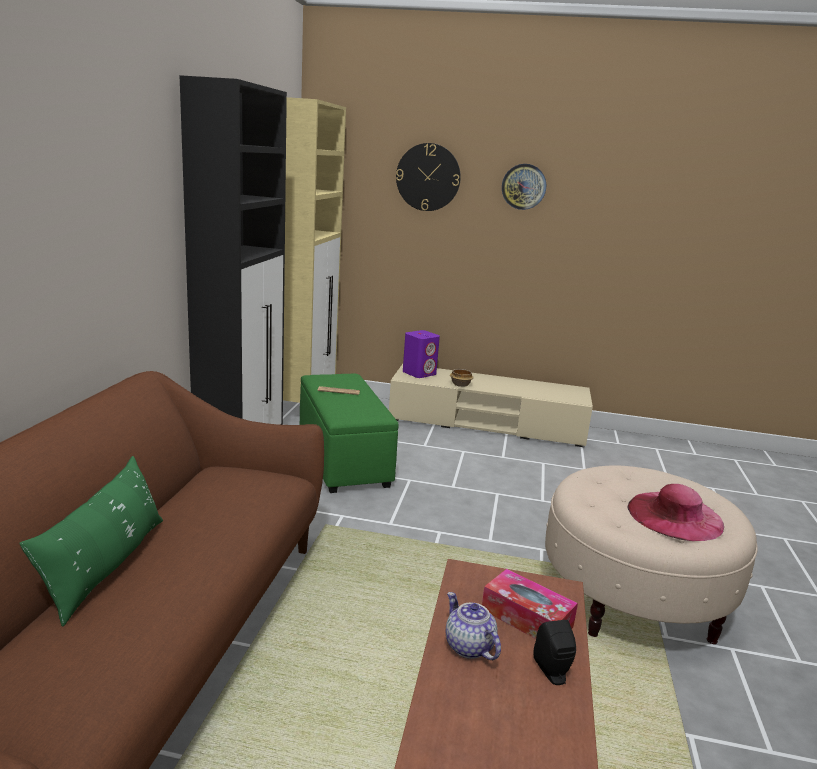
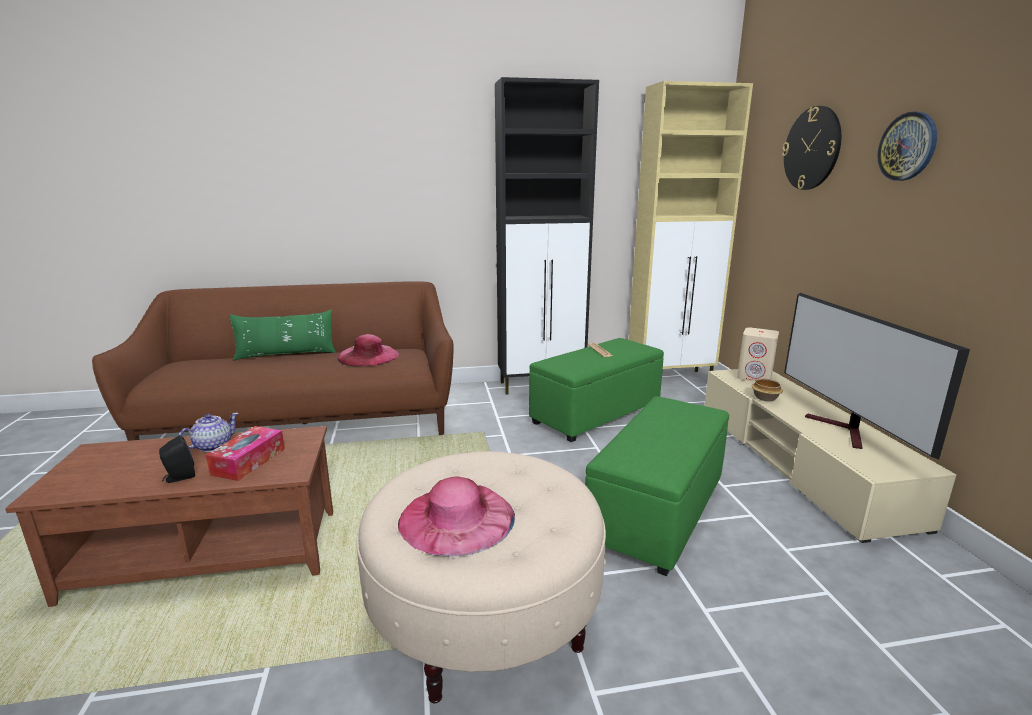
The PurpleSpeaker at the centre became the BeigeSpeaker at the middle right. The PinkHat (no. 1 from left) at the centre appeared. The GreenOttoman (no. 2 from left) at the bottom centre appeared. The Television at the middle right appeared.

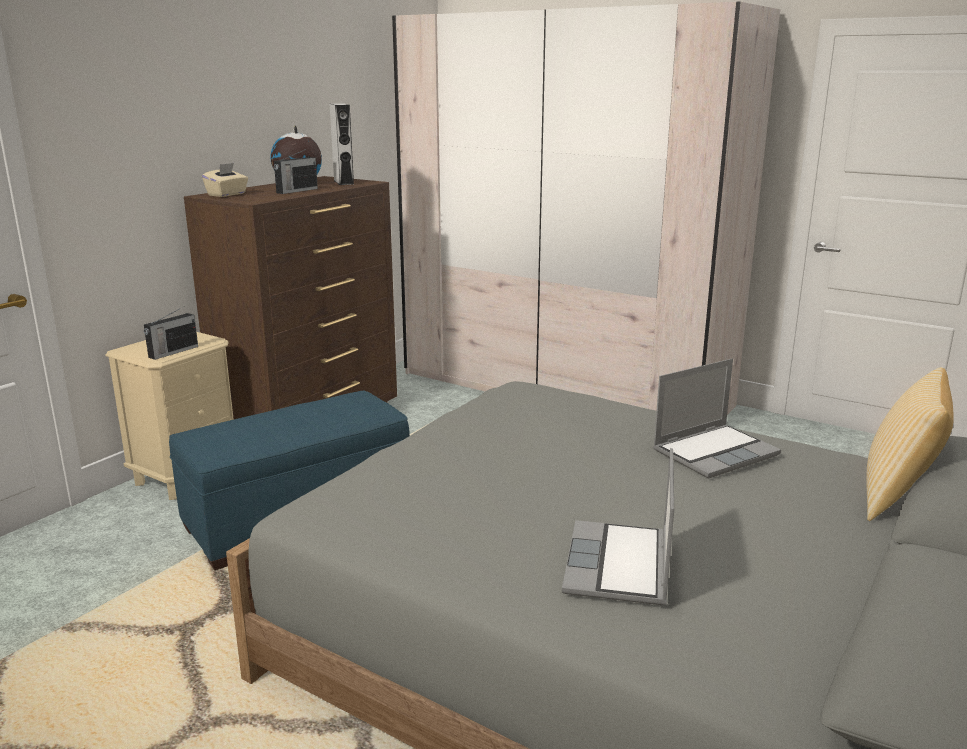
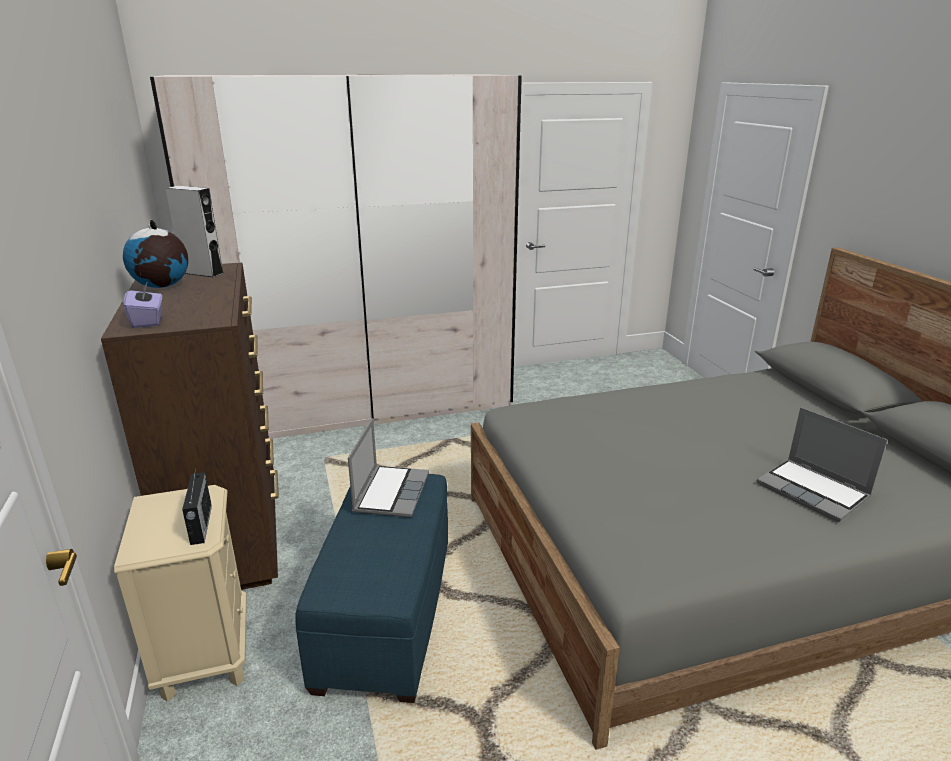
The BeigeTissueBox at the top left became the PurpleTissueBox at the middle left. The Radio (no. 2 from left) at the top left disappeared. The Laptop (no. 2 from left in the first image) moved from the middle right to the centre. The Pillow at the middle right disappeared.

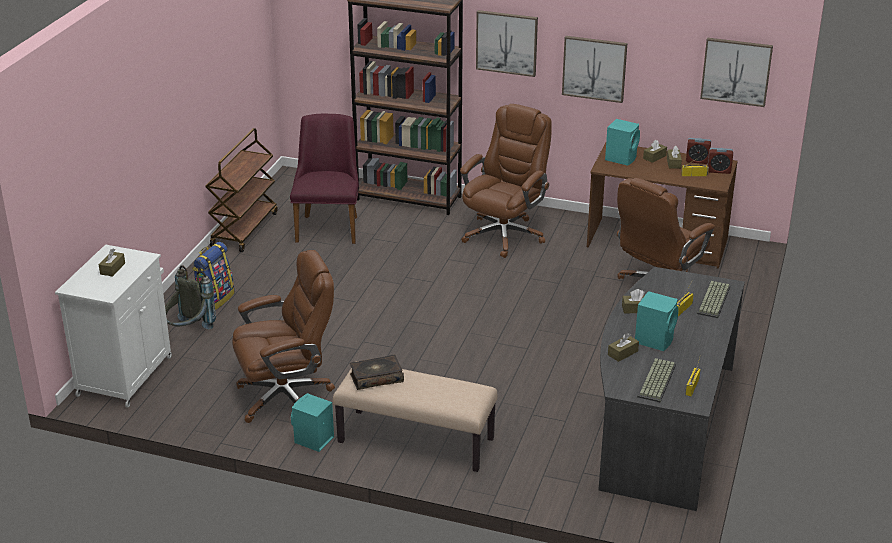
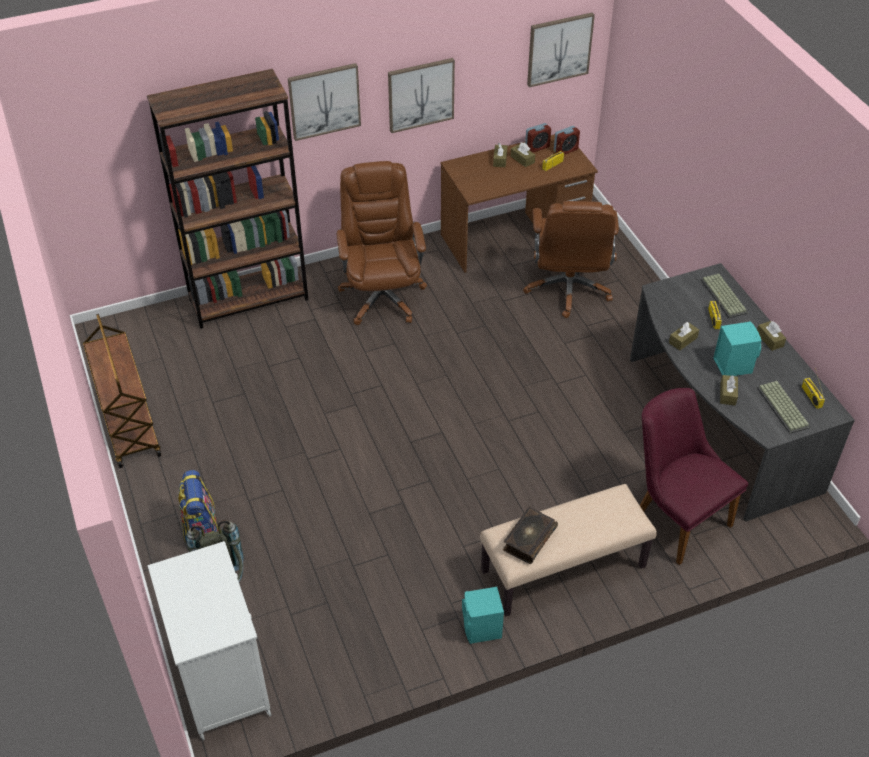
The BrownTissueBox (no. 1 from left in the first image) moved from the middle left to the middle right. The BrownOfficeChair (no. 1 from left) at the middle left disappeared. The PurpleChair moved from the top centre to the middle right. The TurquoiseSpeaker (no. 2 from left) at the top right disappeared.

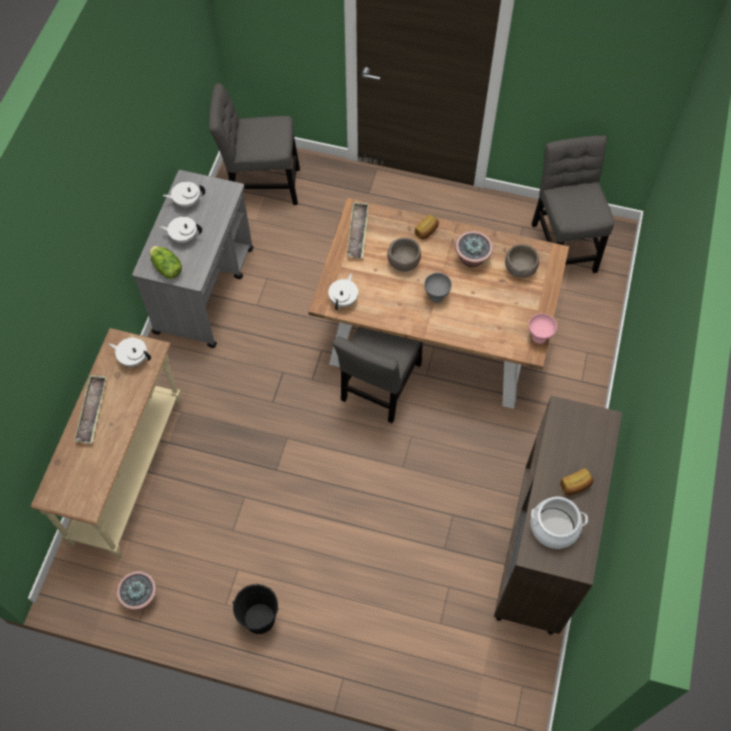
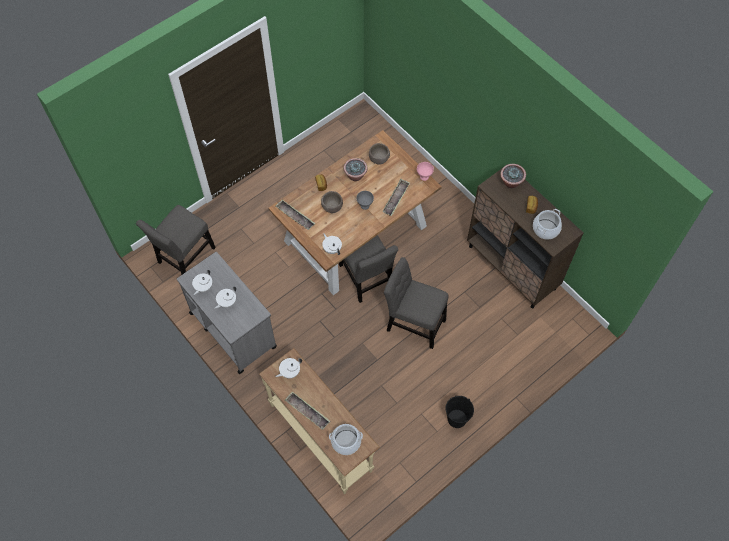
The PottedPlant (no. 1 from left in the first image) moved from the bottom left to the top right. The Lettuce at the middle left disappeared. The GreyChair (no. 3 from left) moved from the top right to the centre. The CookingPot (no. 1 from left) at the bottom centre appeared. The Tray (no. 3 from left) at the centre appeared.

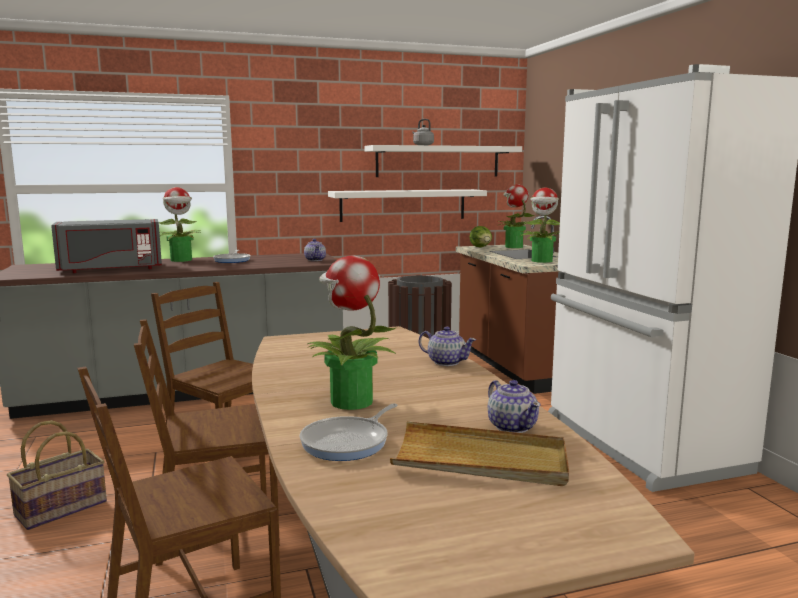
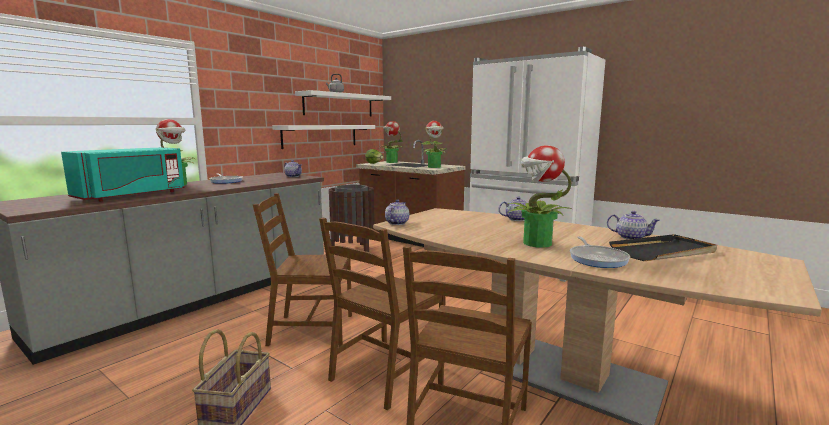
The GreyMicrowave at the middle left became the TurquoiseMicrowave at the middle left. The BeigeTray at the bottom centre became the BlackTray at the middle right. The Teapot (no. 2 from left) at the centre appeared.

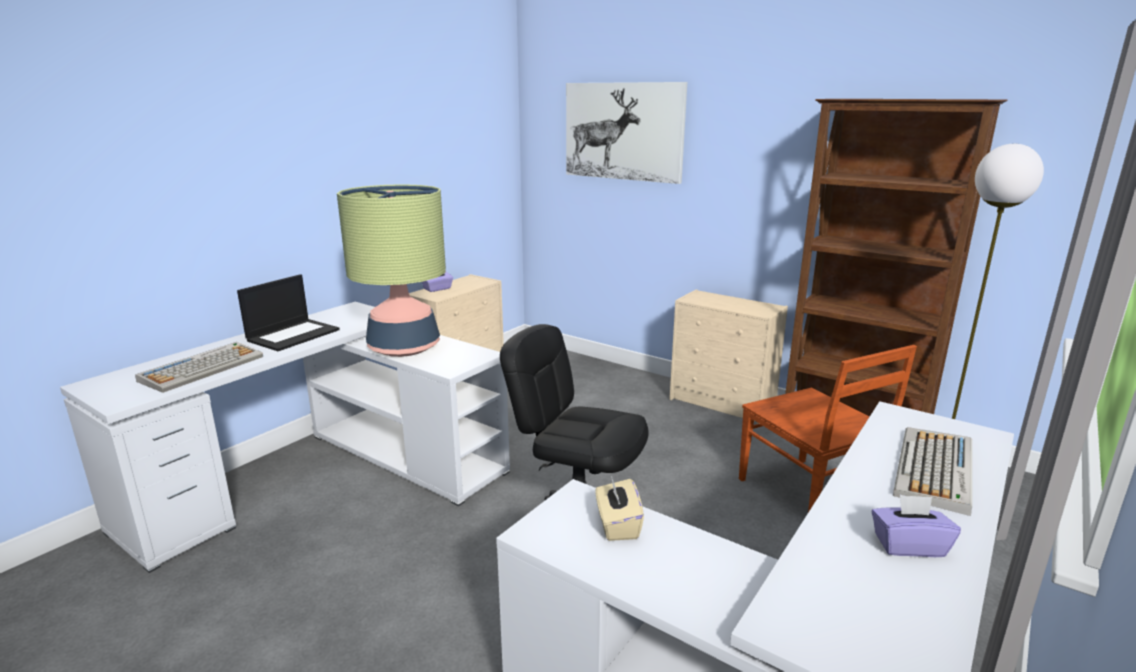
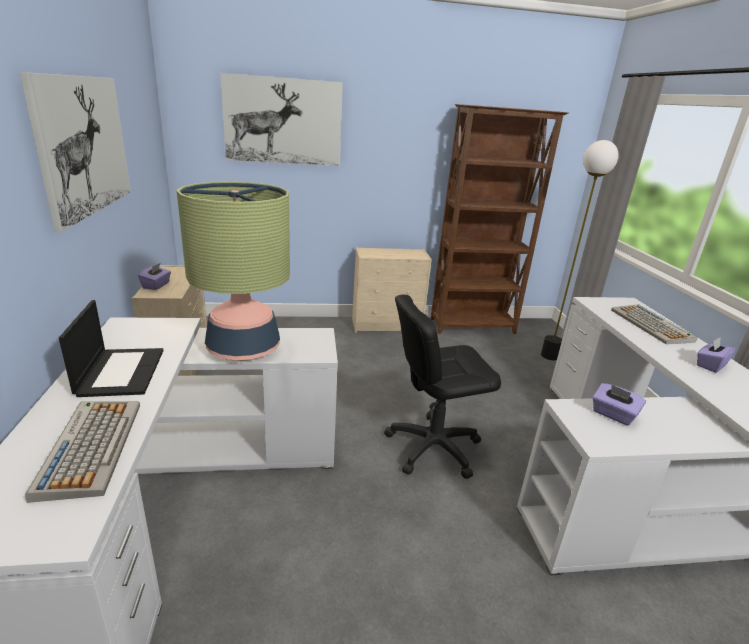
The BeigeTissueBox at the bottom centre became the PurpleTissueBox (no. 2 from left) at the middle right. The BrownChair at the middle right disappeared. The Picture (no. 1 from left) at the top left appeared.

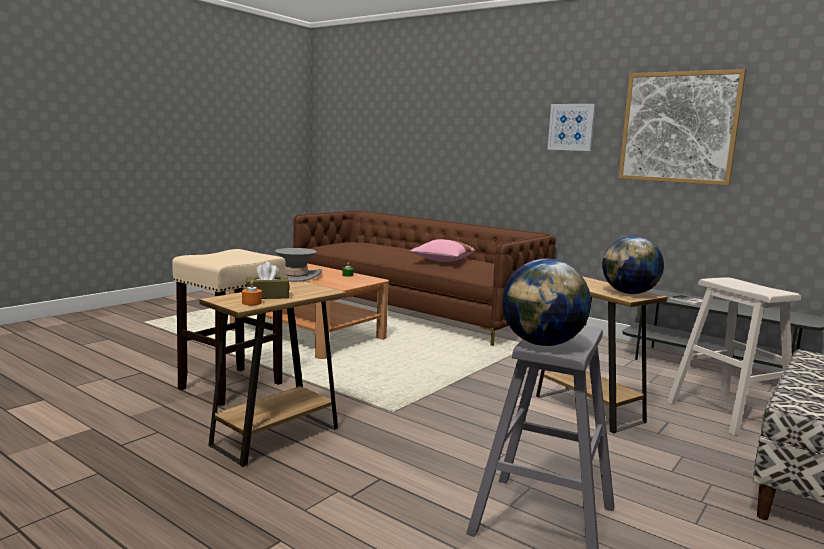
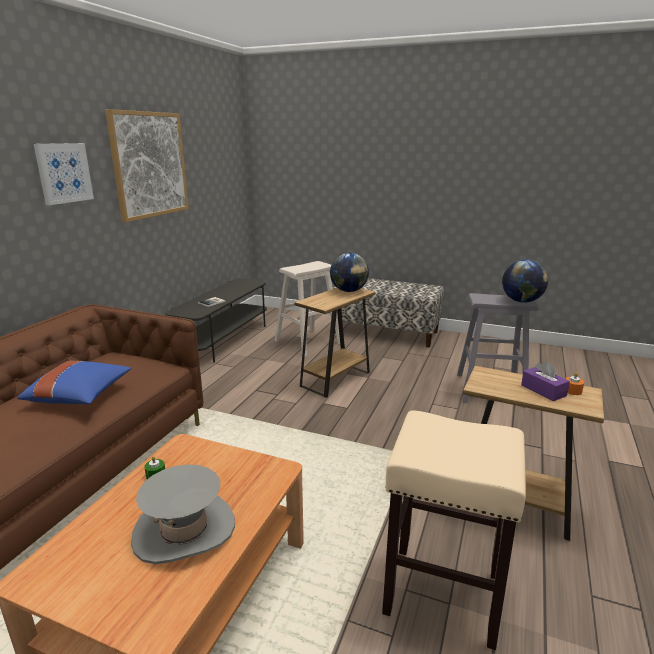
The BrownTissueBox at the middle left became the PurpleTissueBox at the middle right. The PinkPillow at the centre became the BluePillow at the middle left.

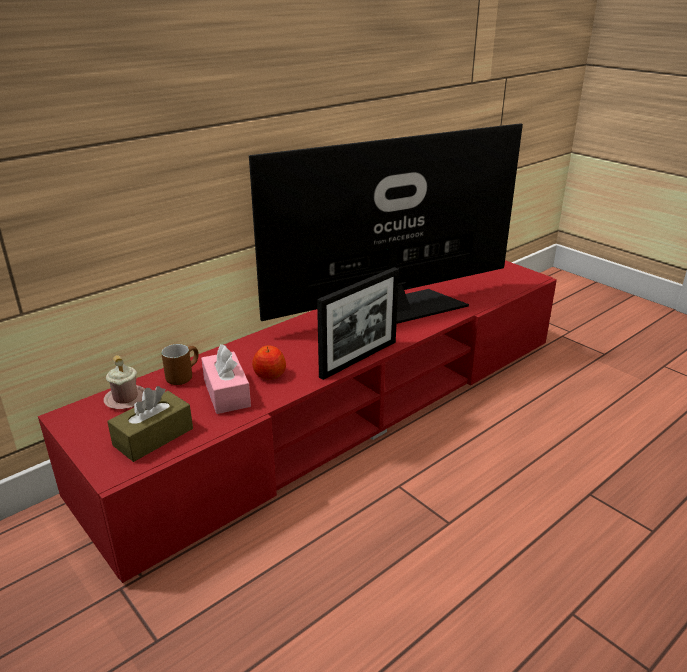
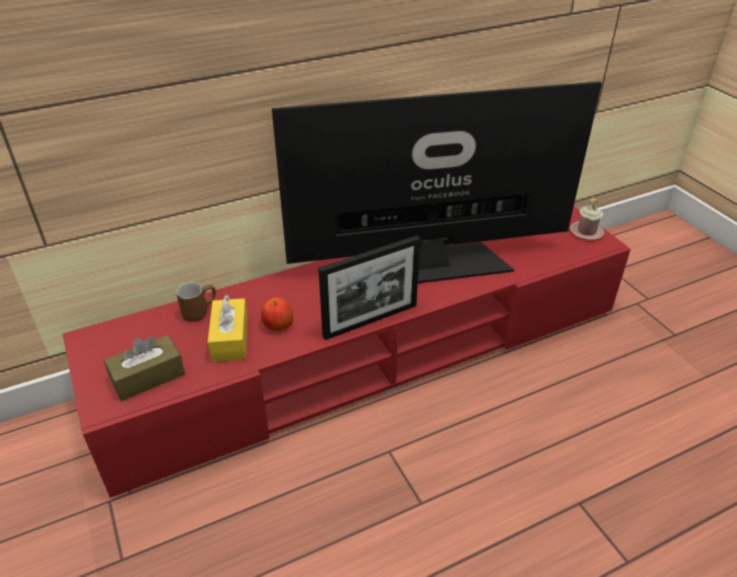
The PinkMug moved from the middle left to the middle right. The PinkTissueBox at the middle left became the YellowTissueBox at the middle left.

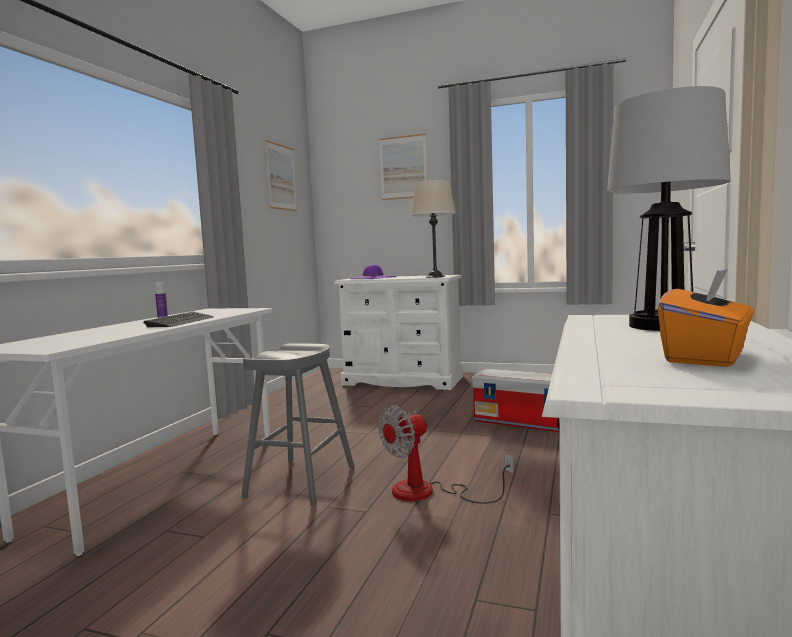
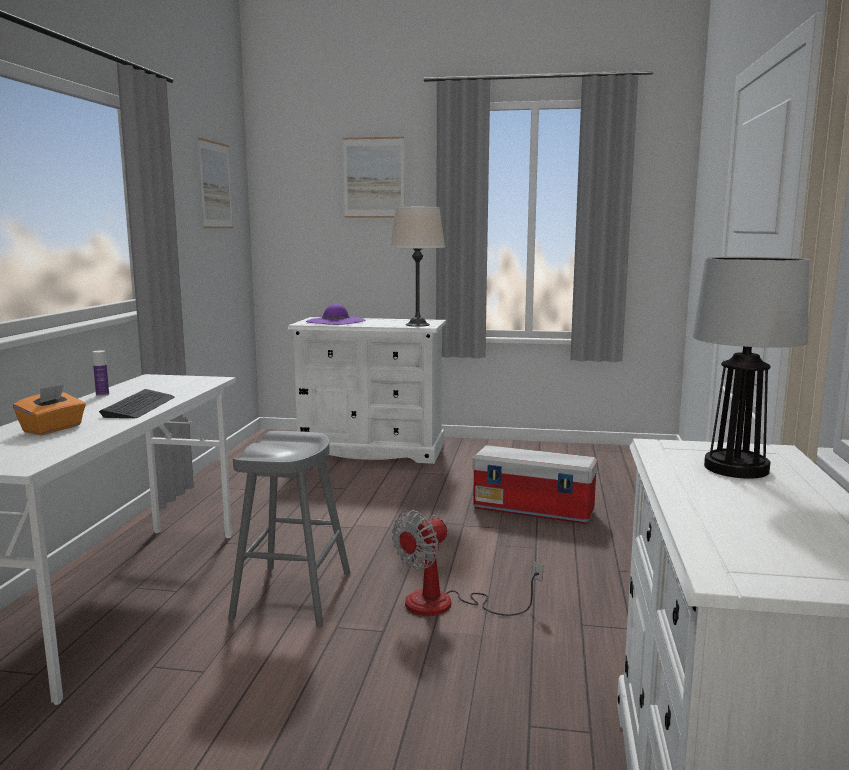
The OrangeTissueBox moved from the middle right to the middle left.

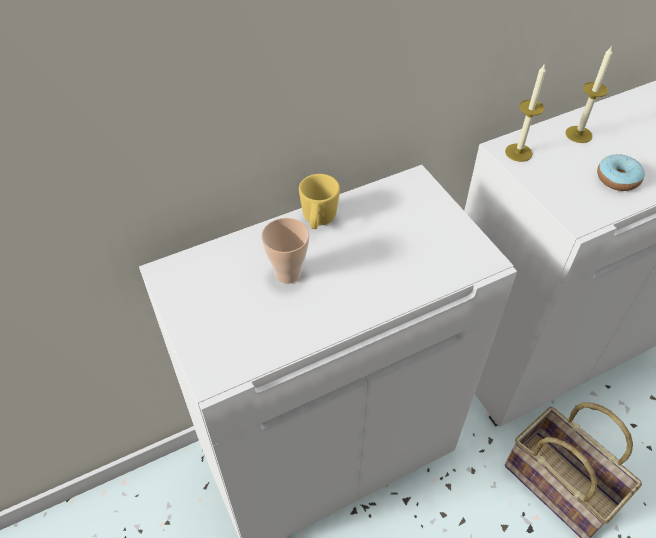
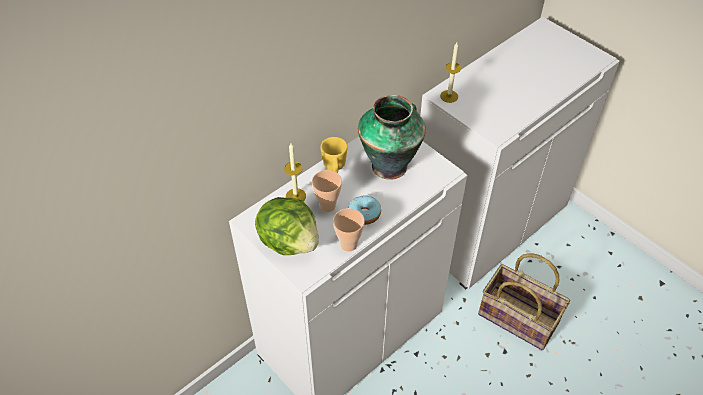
The Candle (no. 2 from left in the first image) moved from the top right to the centre. The Donut moved from the top right to the centre. The Lettuce at the centre appeared. The Cup (no. 2 from left) at the centre appeared. The Vase at the centre appeared.

